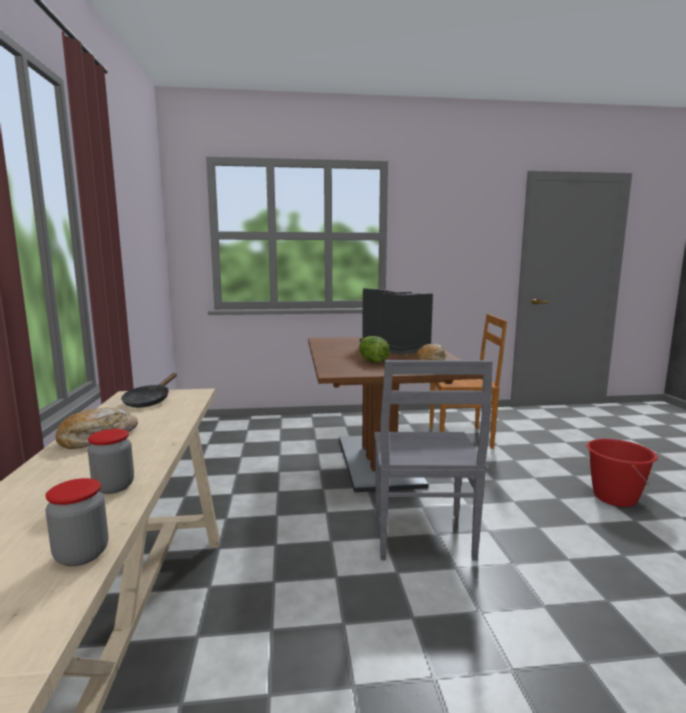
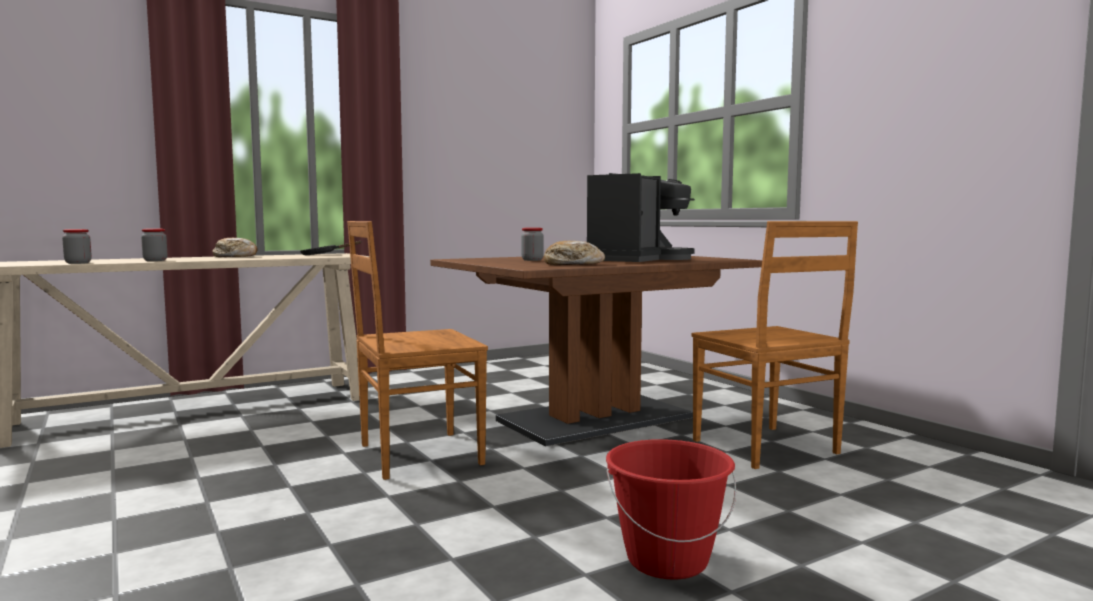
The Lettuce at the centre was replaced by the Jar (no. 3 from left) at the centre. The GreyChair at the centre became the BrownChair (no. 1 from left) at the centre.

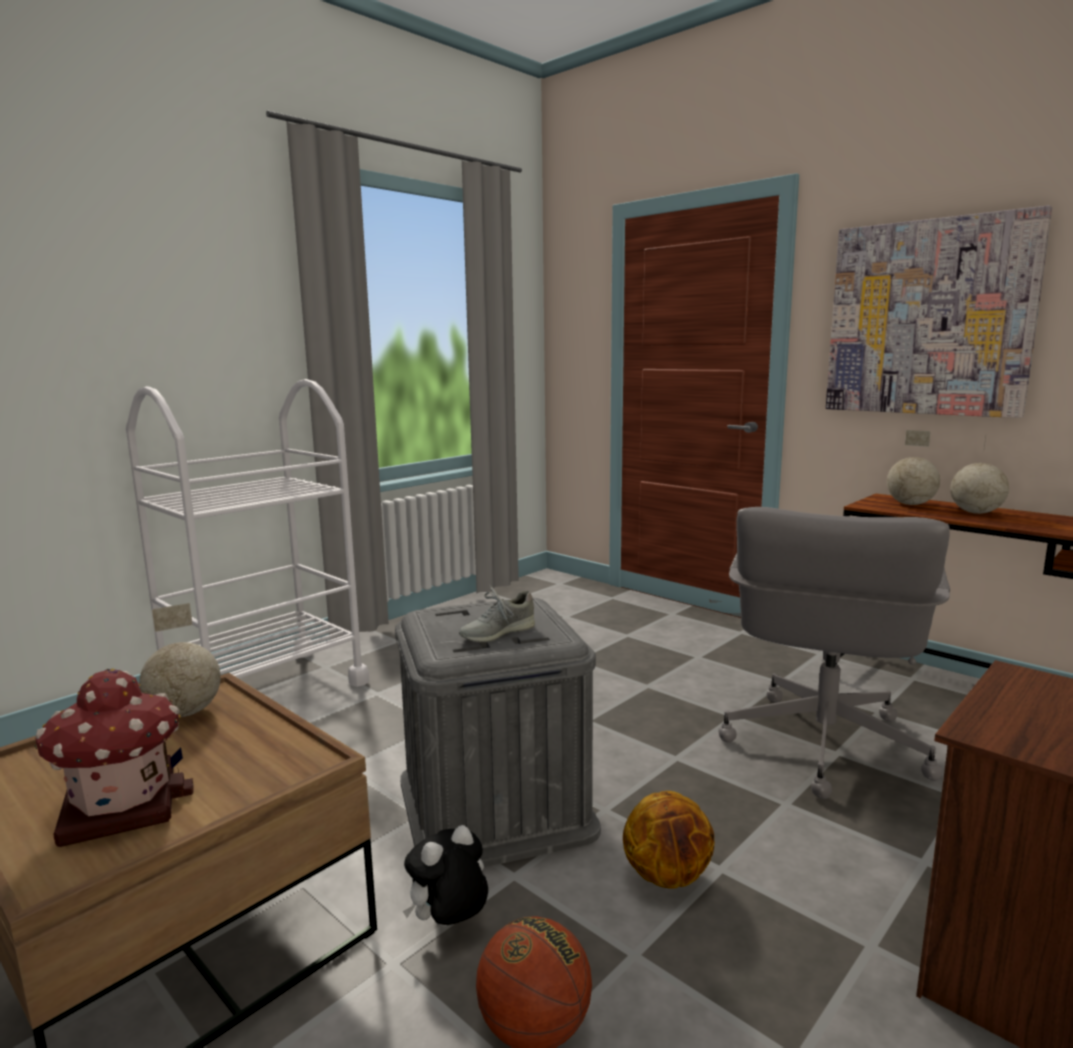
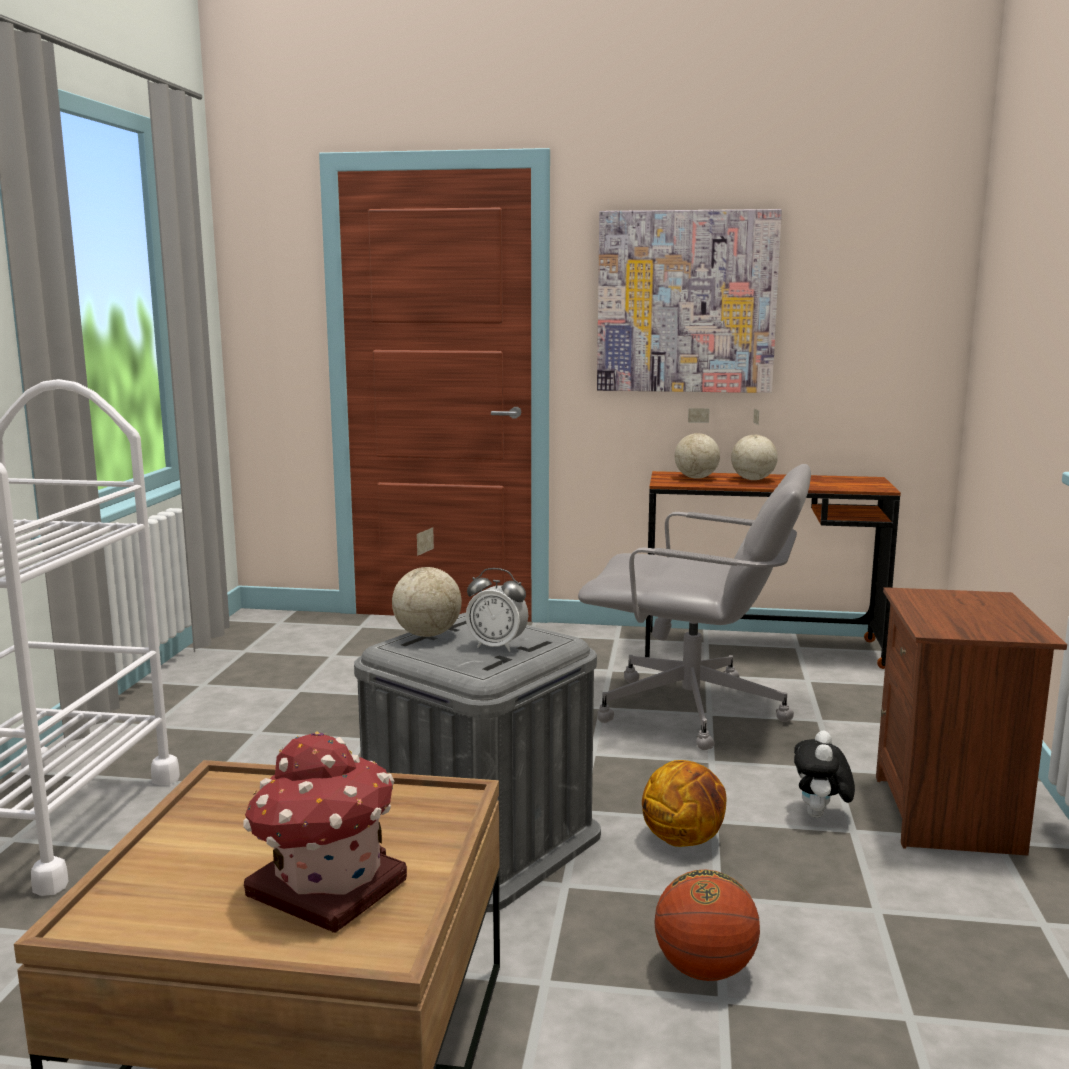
The Globe (no. 1 from left) moved from the middle left to the centre. The PlushToy moved from the bottom centre to the bottom right. The GreyShoe at the centre was replaced by the AlarmClock at the centre. The GreyOfficeChair at the middle right turned 60 degrees counterclockwise.

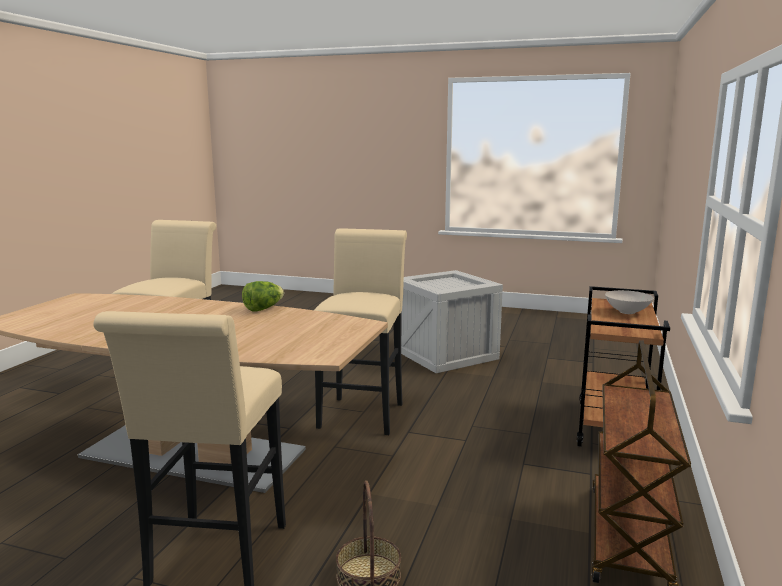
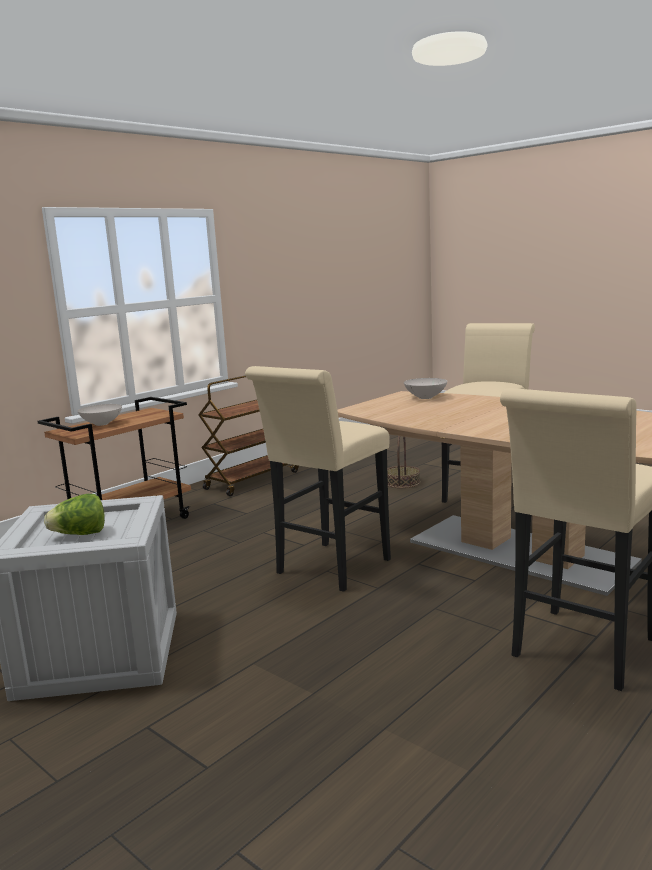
The Lettuce moved from the centre to the middle left. The WhiteBowl (no. 2 from left) at the centre appeared.

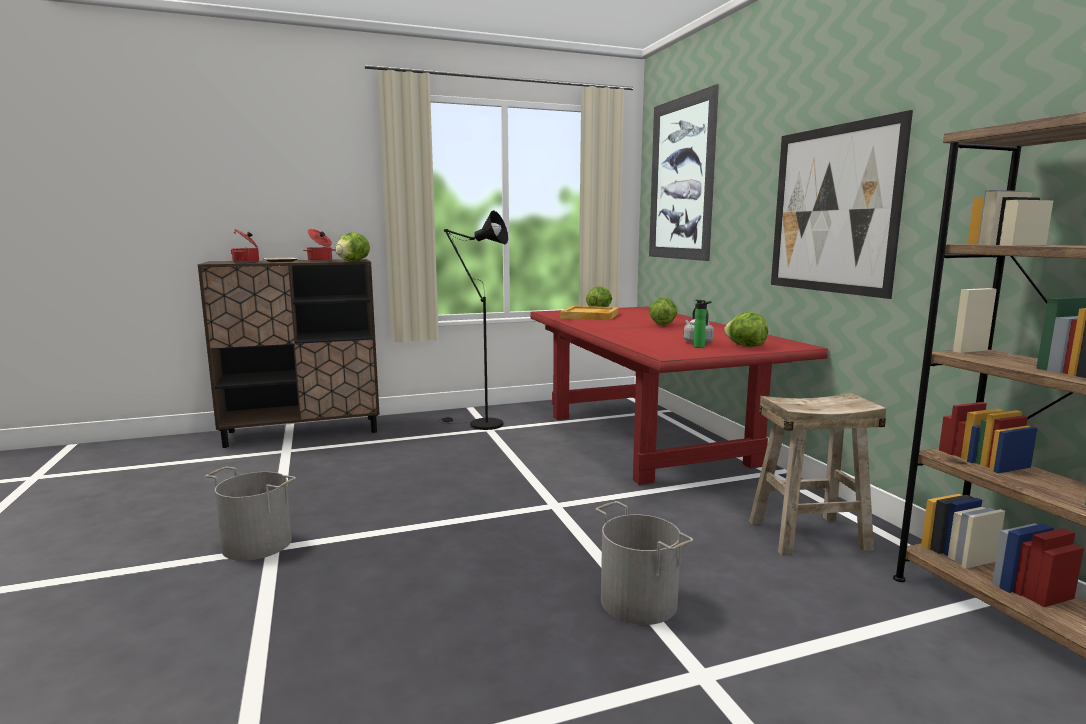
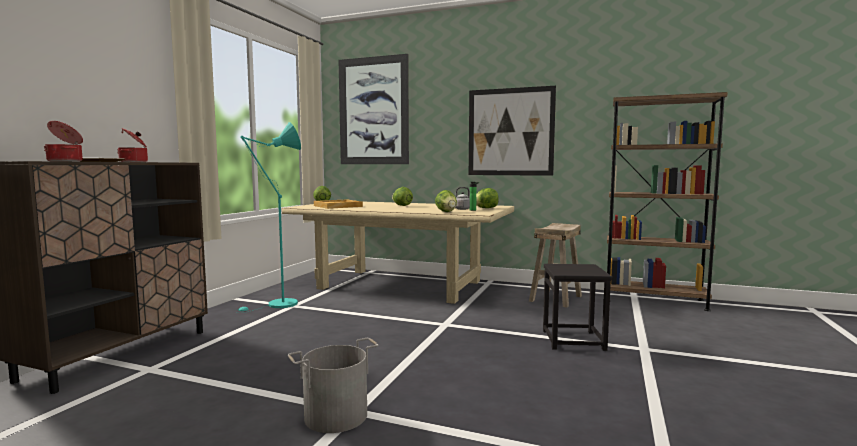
The Lettuce (no. 1 from left in the first image) moved from the middle left to the centre. The BlackFloorLamp at the centre became the TurquoiseFloorLamp at the middle left. The RedDiningTable at the centre became the BeigeDiningTable at the centre. The GreyBucket (no. 2 from left) at the bottom centre was replaced by the BlackStool at the bottom right.

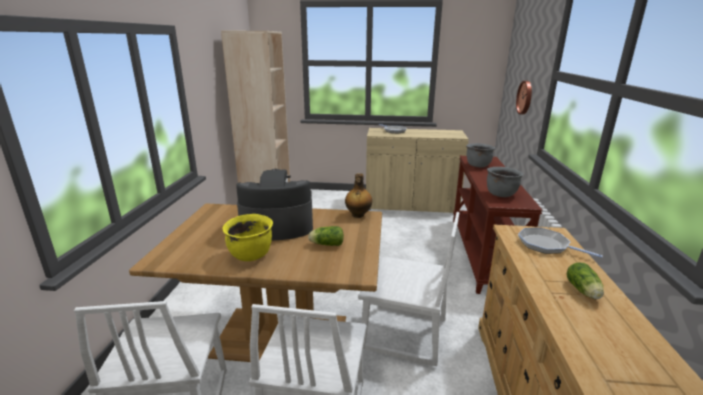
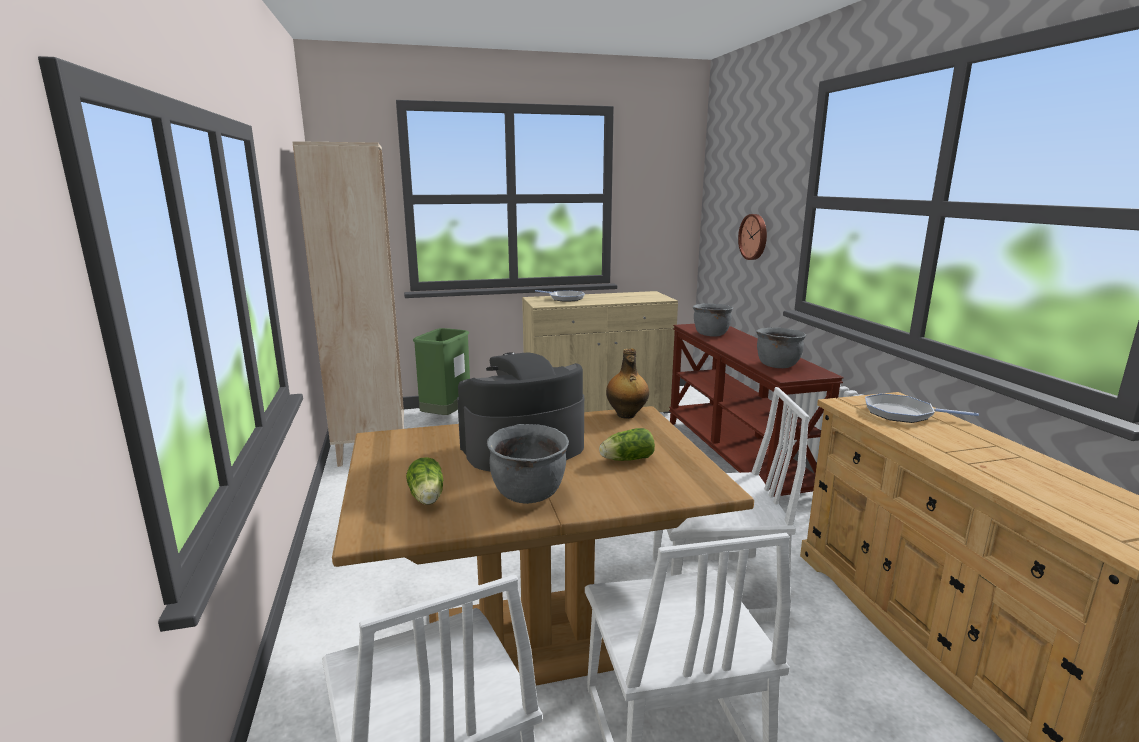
The YellowCookingPot at the centre became the GreyCookingPot (no. 1 from left) at the centre. The Lettuce (no. 2 from left in the first image) moved from the bottom right to the centre. The GreenTrashCan at the centre appeared.

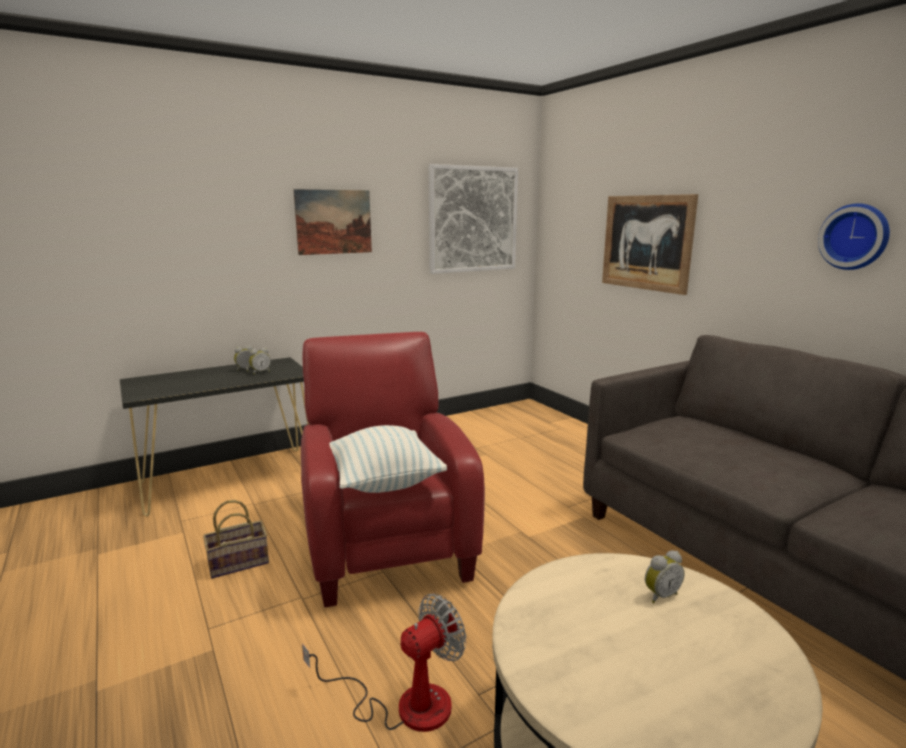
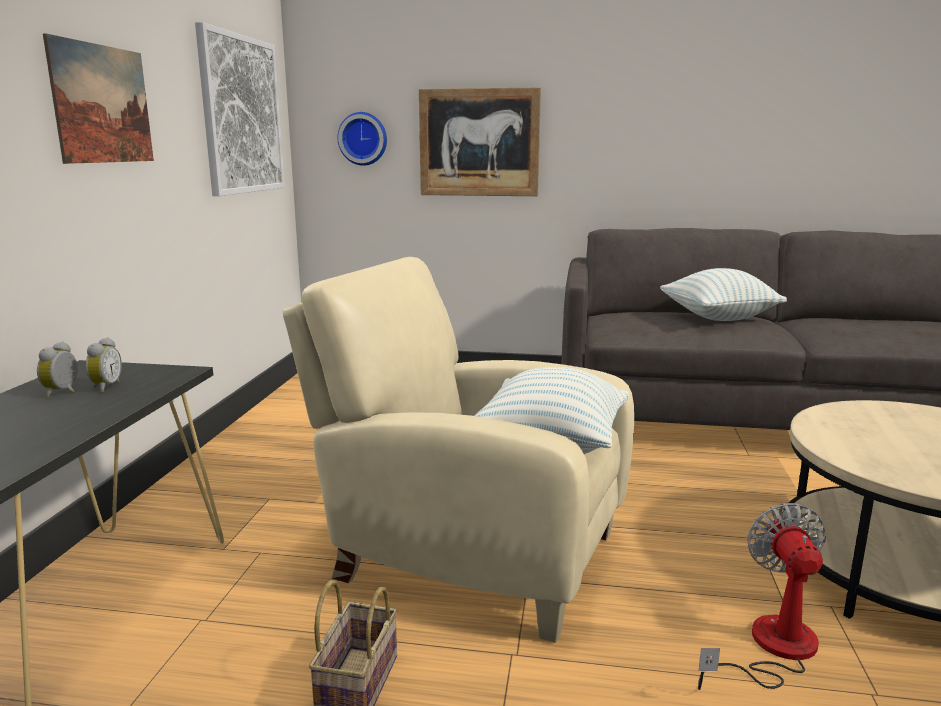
The RedArmchair at the centre became the BeigeArmchair at the centre. The AlarmClock (no. 3 from left) at the bottom right disappeared. The WallClock moved from the top right to the top centre. The Pillow (no. 2 from left) at the middle right appeared.

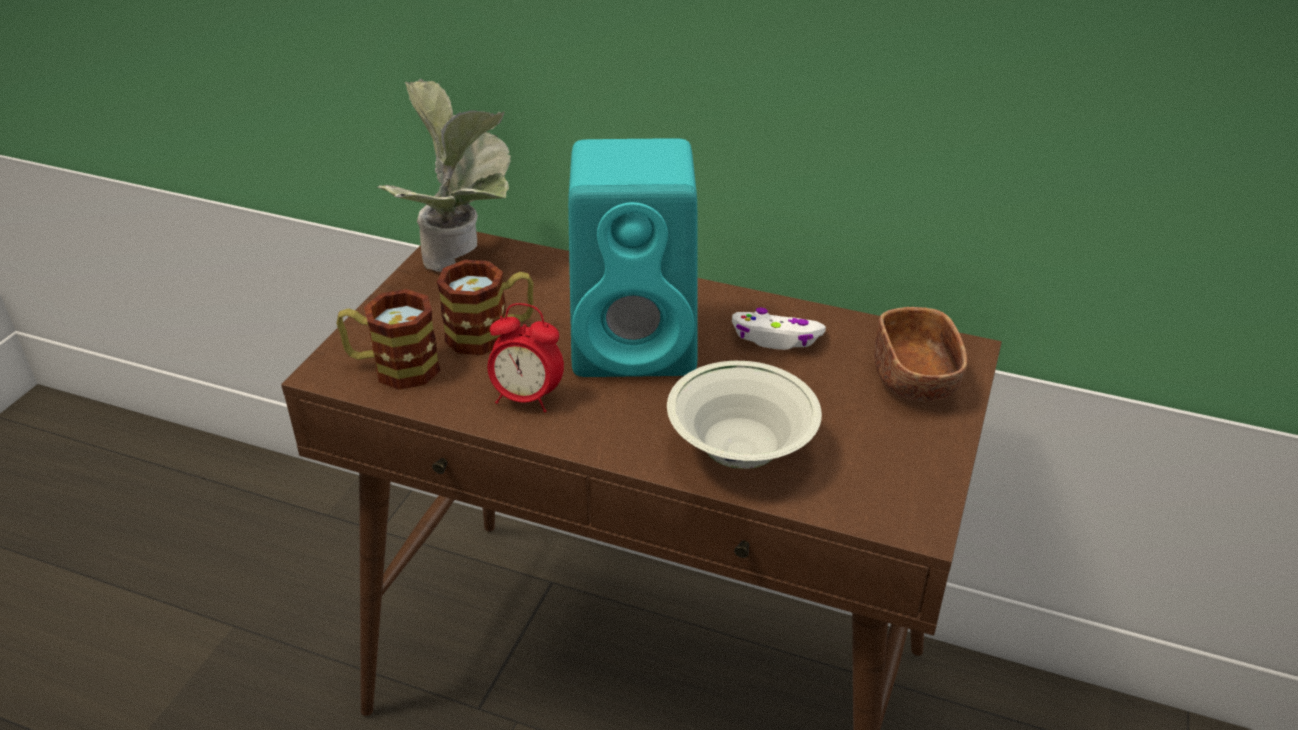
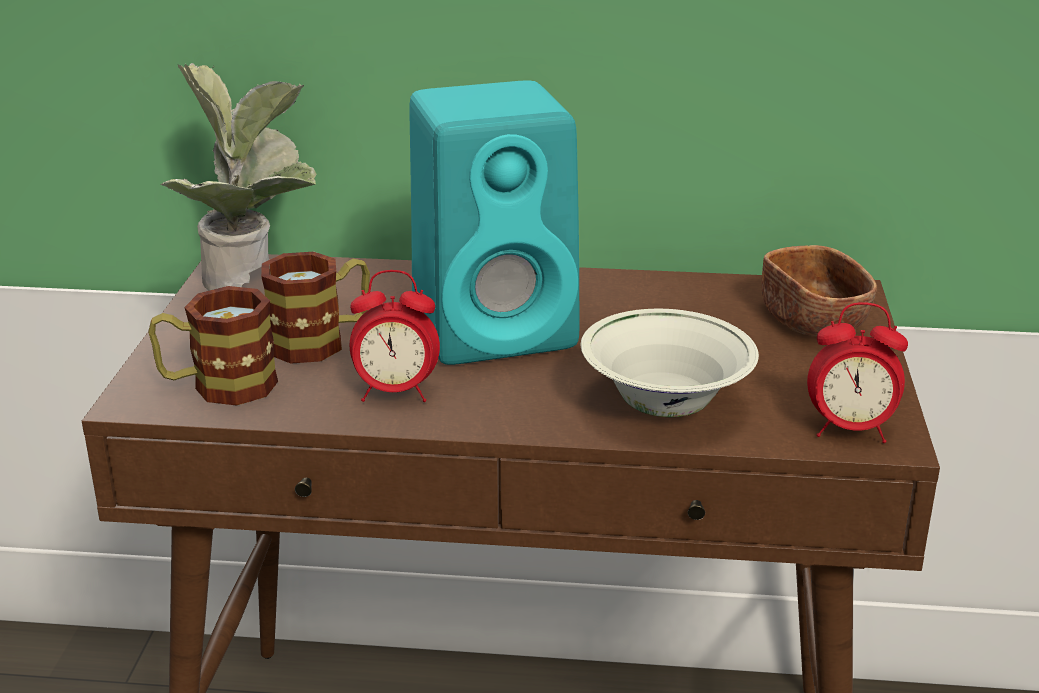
The WhiteGameController at the centre disappeared. The AlarmClock (no. 2 from left) at the middle right appeared.

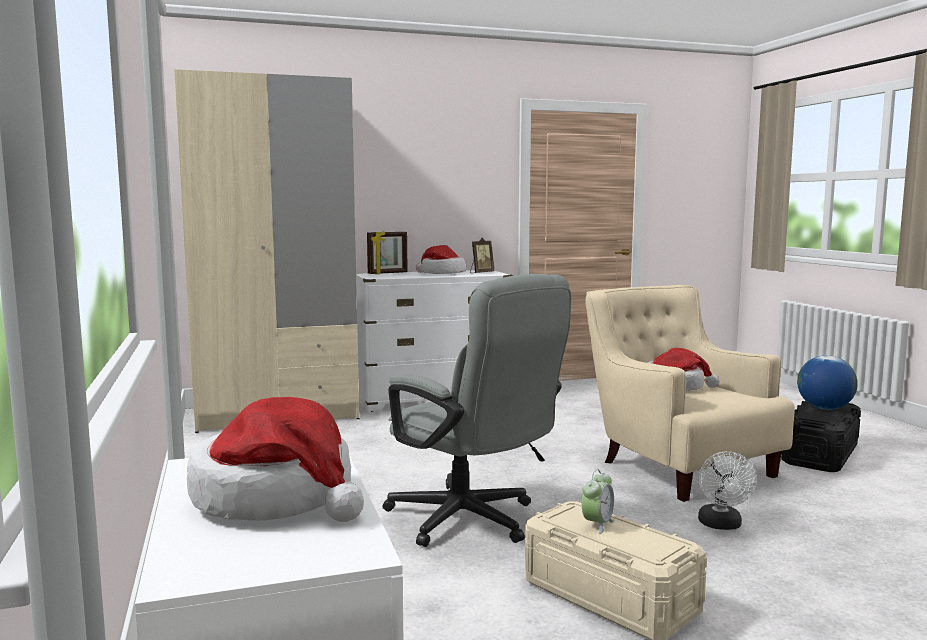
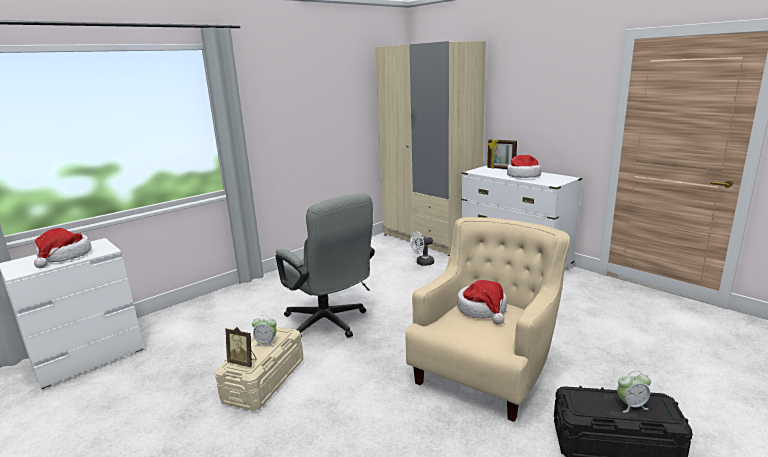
The GreyOfficeChair at the centre turned 60 degrees counterclockwise. The PictureFrame (no. 2 from left in the first image) moved from the centre to the bottom left. The WhiteFan moved from the bottom right to the centre. The Globe at the middle right was replaced by the AlarmClock (no. 2 from left) at the bottom right.

